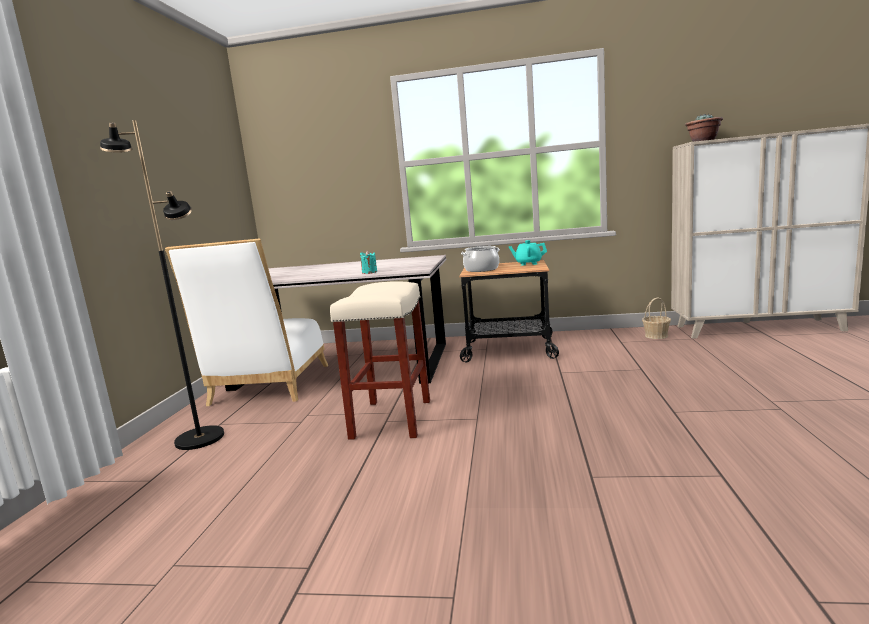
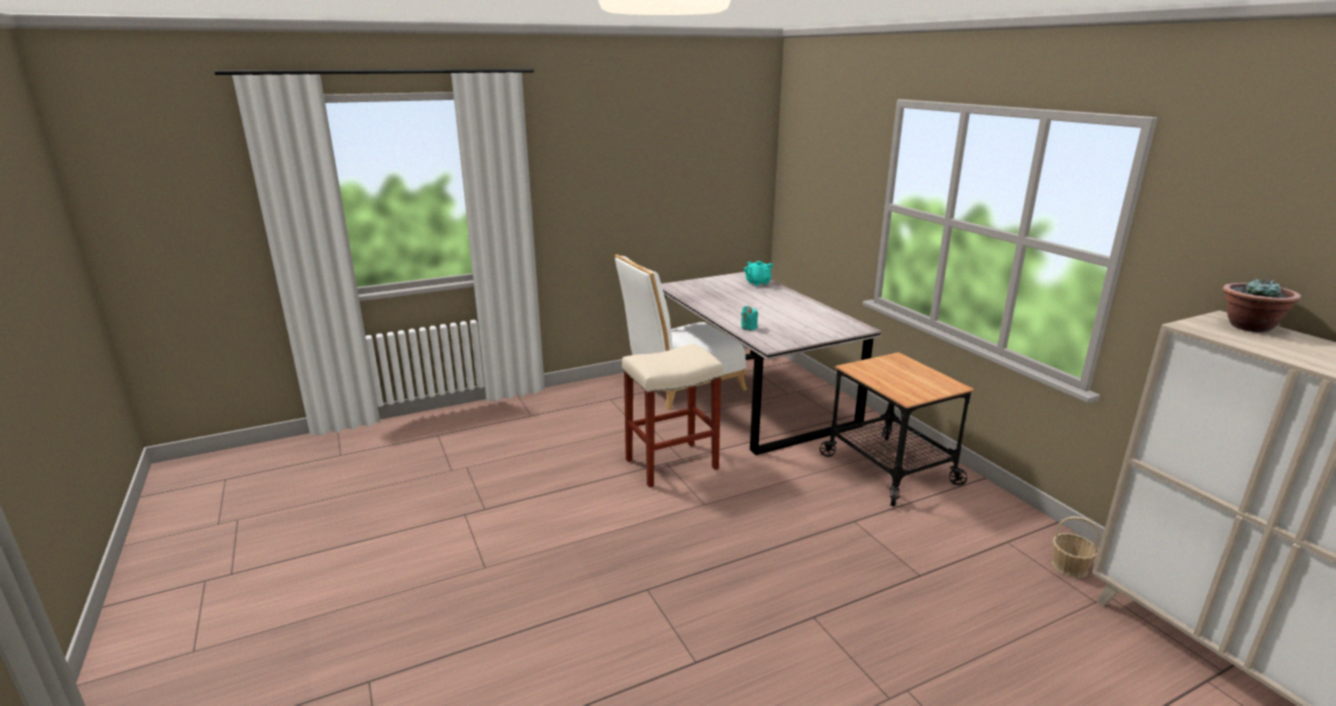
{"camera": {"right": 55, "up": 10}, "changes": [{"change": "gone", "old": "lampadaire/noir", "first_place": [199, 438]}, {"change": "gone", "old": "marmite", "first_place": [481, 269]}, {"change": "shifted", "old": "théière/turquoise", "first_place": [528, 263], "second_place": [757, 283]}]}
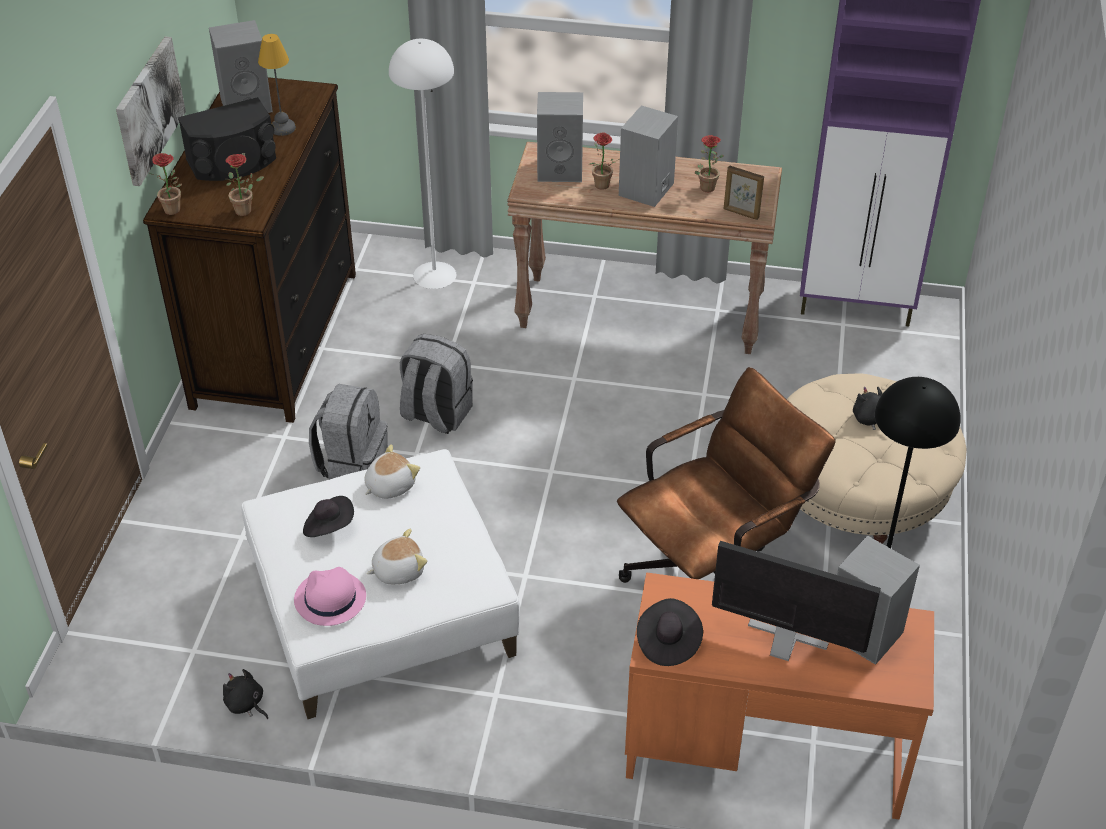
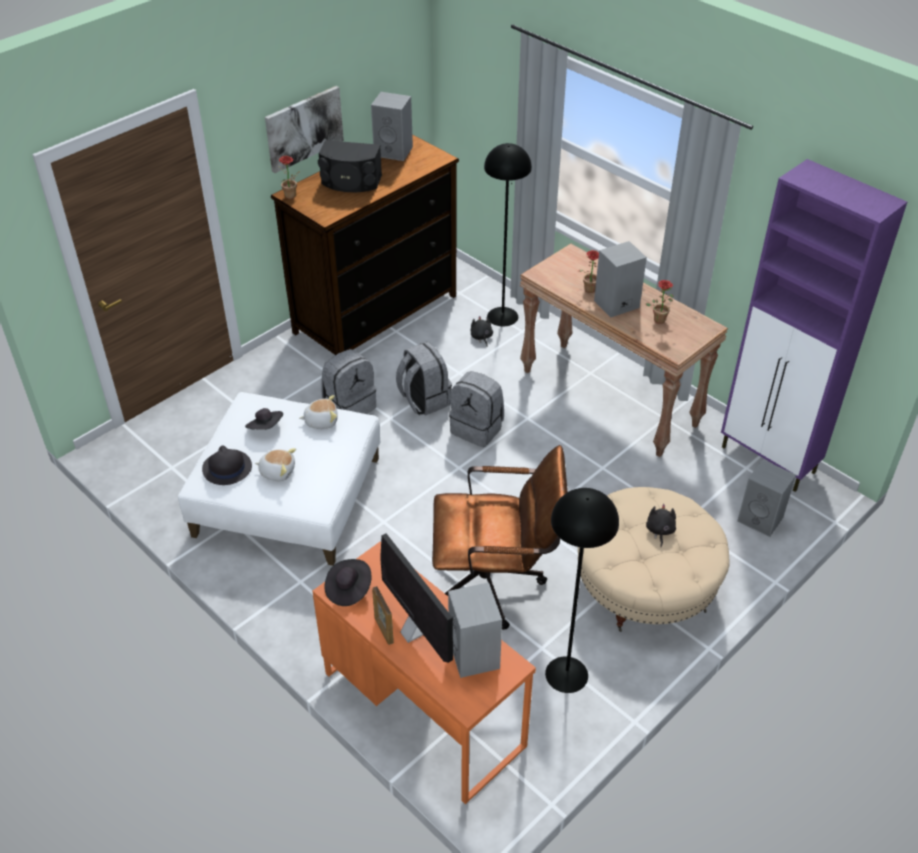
{"camera": {"right": 35, "up": 0}, "changes": [{"change": "shifted", "old": "peluche/noir", "first_place": [246, 704], "second_place": [481, 337]}, {"change": "gone", "old": "plante en pot", "first_place": [247, 210]}, {"change": "gone", "old": "lampe de table", "first_place": [282, 128]}, {"change": "repainted", "old": "chapeau/rose", "new": "chapeau/noir", "first_place": [330, 599], "second_place": [226, 468]}, {"change": "repainted", "old": "lampadaire/blanc", "new": "lampadaire/noir", "first_place": [434, 275], "second_place": [502, 316]}, {"change": "shifted", "old": "enceinte/gris", "first_place": [561, 169], "second_place": [761, 519]}, {"change": "shifted", "old": "cadre photo", "first_place": [741, 213], "second_place": [383, 630]}, {"change": "new", "new": "sac à dos/gris", "second_place": [477, 428]}]}
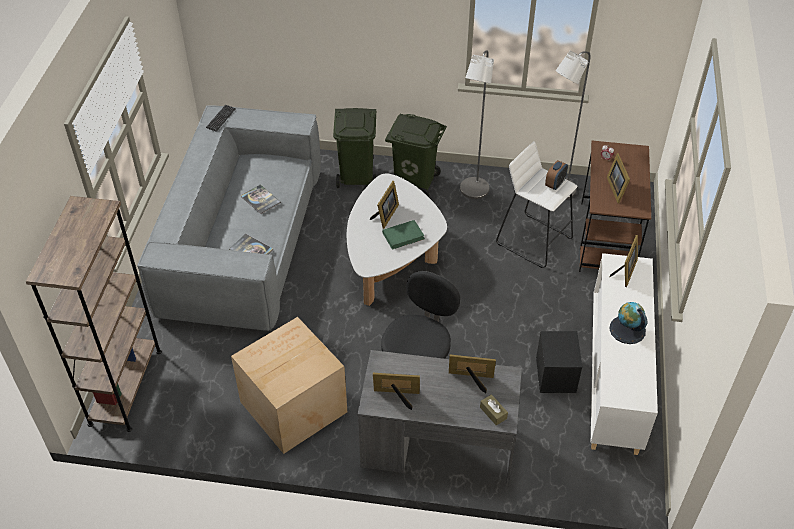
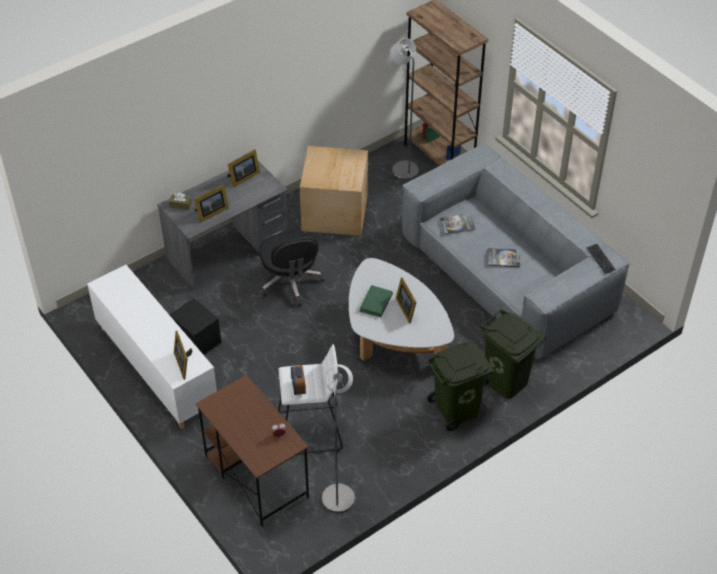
{"camera": {"right": 135, "up": 0}, "changes": [{"change": "shifted", "old": "lampadaire/gris", "first_place": [472, 192], "second_place": [402, 167]}, {"change": "gone", "old": "cadre photo", "first_place": [617, 188]}, {"change": "gone", "old": "globe", "first_place": [627, 330]}]}
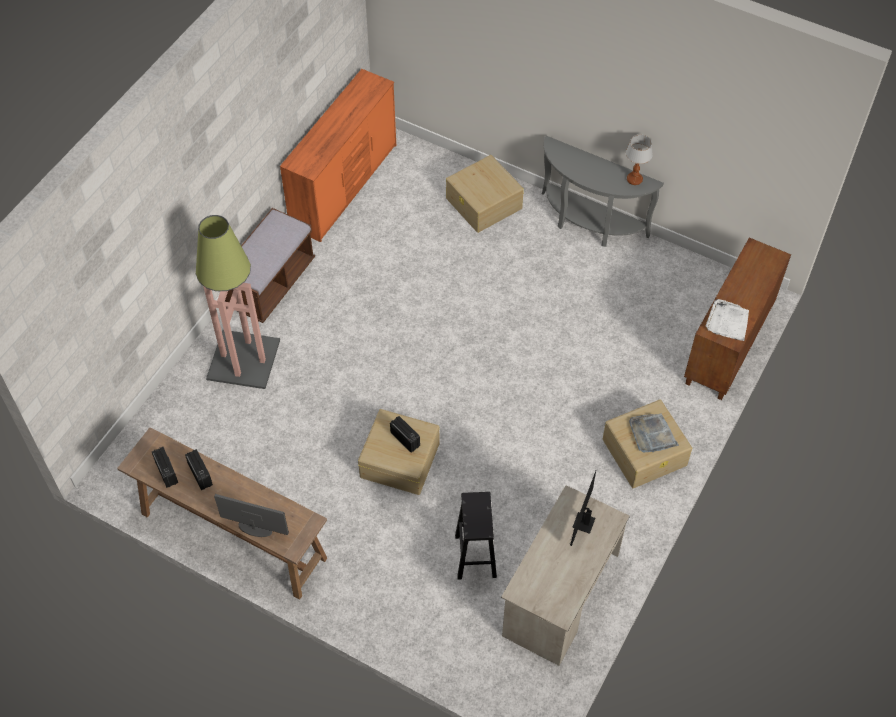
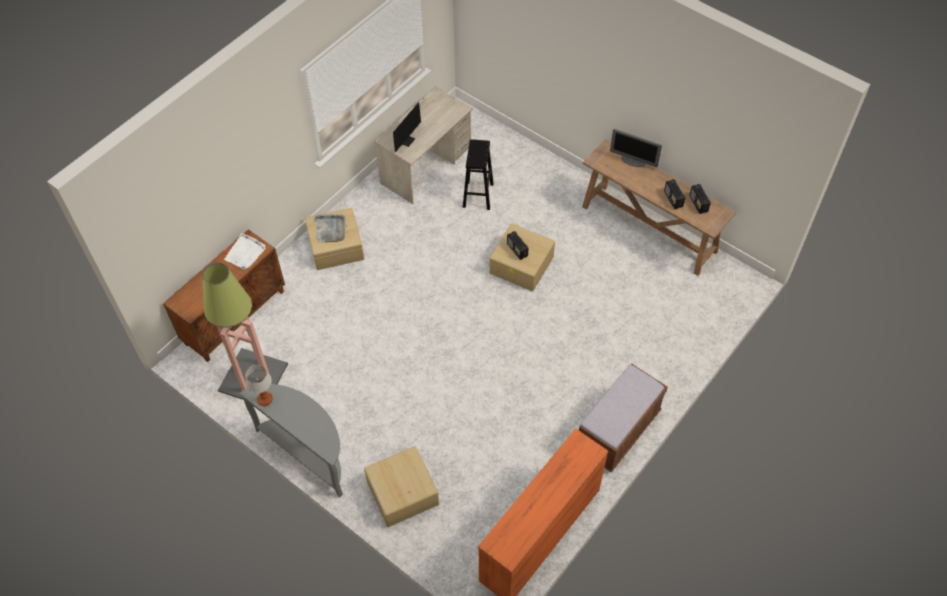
{"camera": {"right": -170, "up": 0}, "changes": [{"change": "shifted", "old": "lampadaire", "first_place": [243, 359], "second_place": [253, 378]}]}
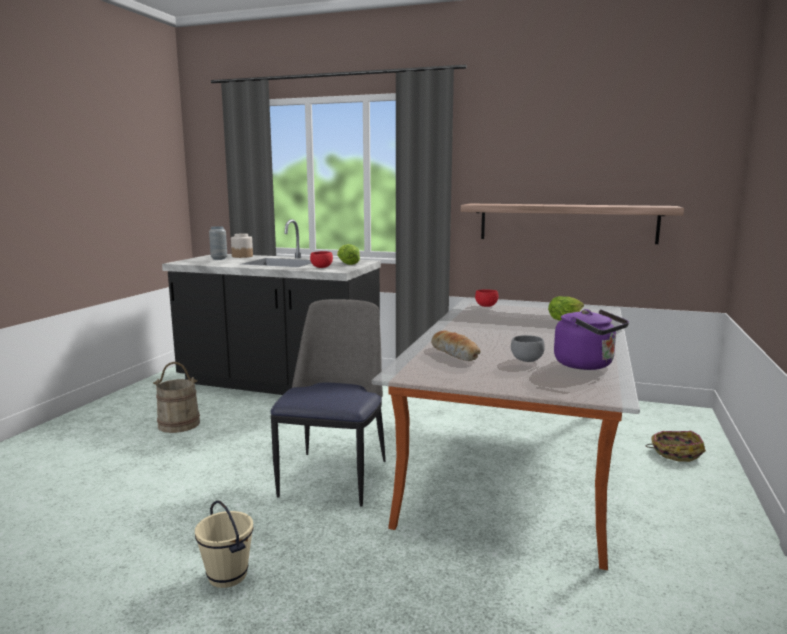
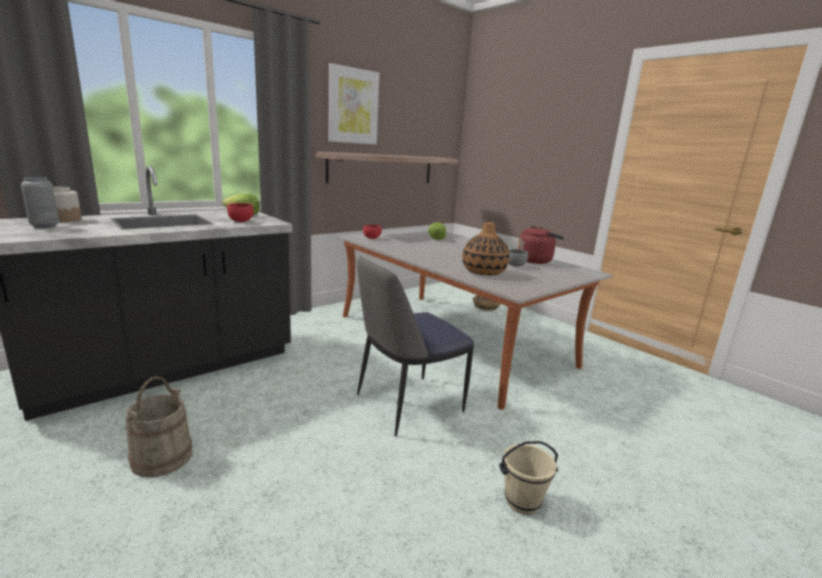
{"camera": {"right": -60, "up": 5}, "changes": [{"change": "rotated", "old": "chaise", "first_place": [334, 476], "second_place": [406, 404], "degrees": -75}, {"change": "swapped", "old": "pain", "new": "vase", "first_place": [456, 354], "second_place": [484, 272]}, {"change": "repainted", "old": "bouilloire/violet", "new": "bouilloire/rouge", "first_place": [587, 365], "second_place": [536, 261]}, {"change": "new", "new": "tableau", "second_place": [353, 106]}]}
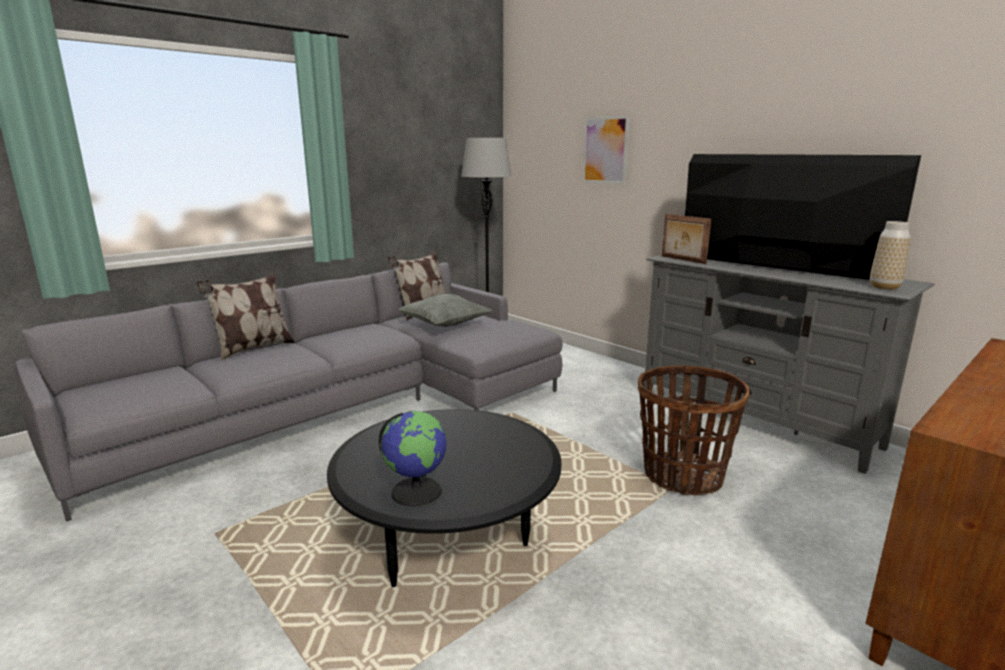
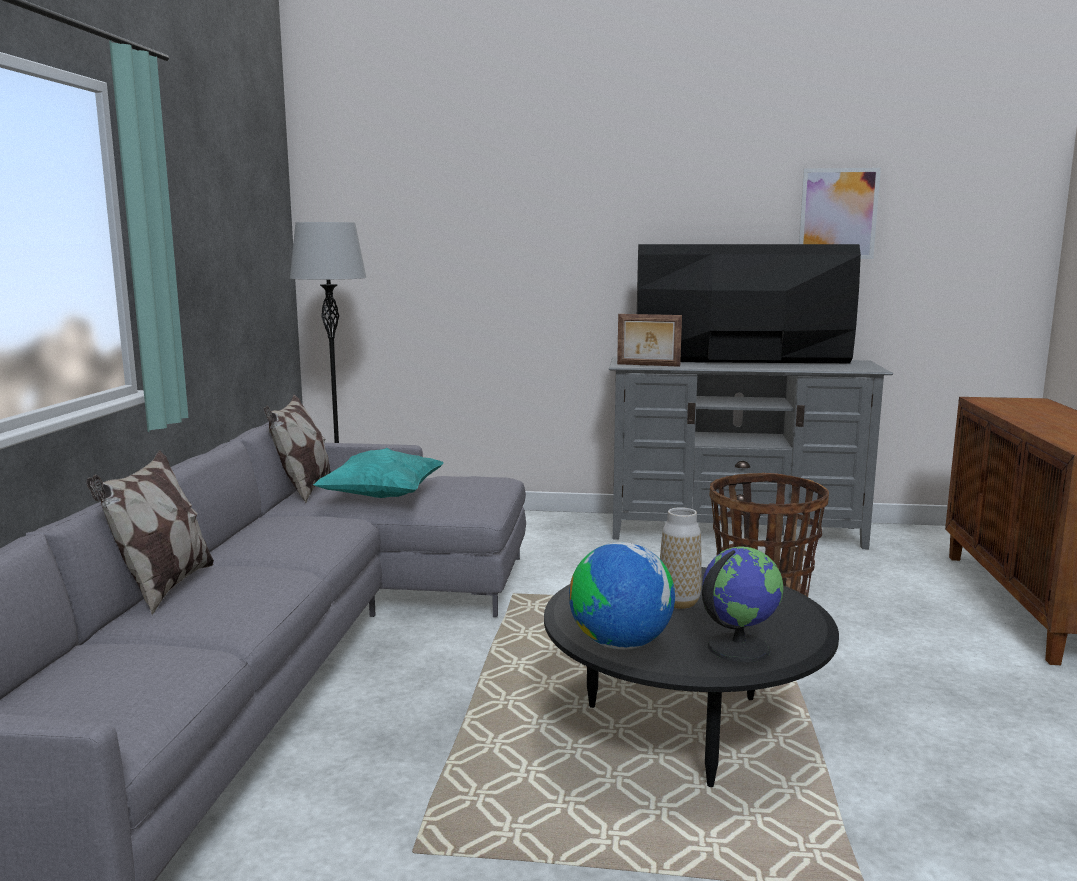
{"camera": {"right": -40, "up": -5}, "changes": [{"change": "repainted", "old": "coussin/gris", "new": "coussin/turquoise", "first_place": [445, 325], "second_place": [382, 497]}, {"change": "shifted", "old": "tableau", "first_place": [605, 150], "second_place": [838, 214]}, {"change": "shifted", "old": "vase", "first_place": [884, 287], "second_place": [679, 603]}, {"change": "new", "new": "globe", "second_place": [620, 644]}]}
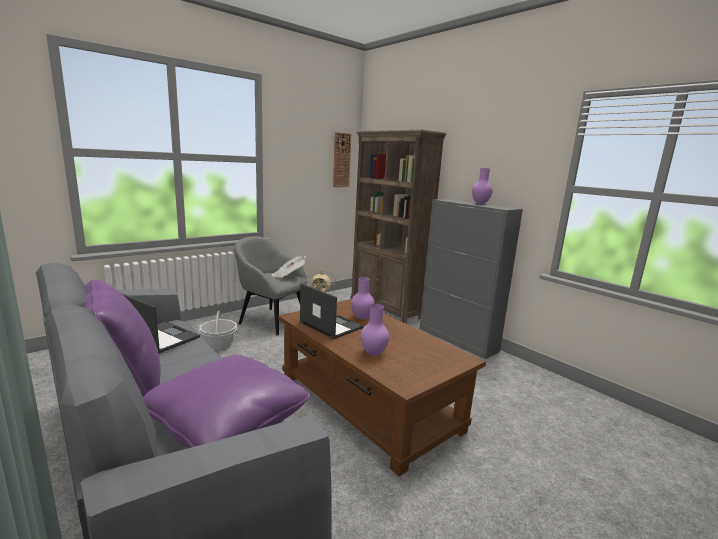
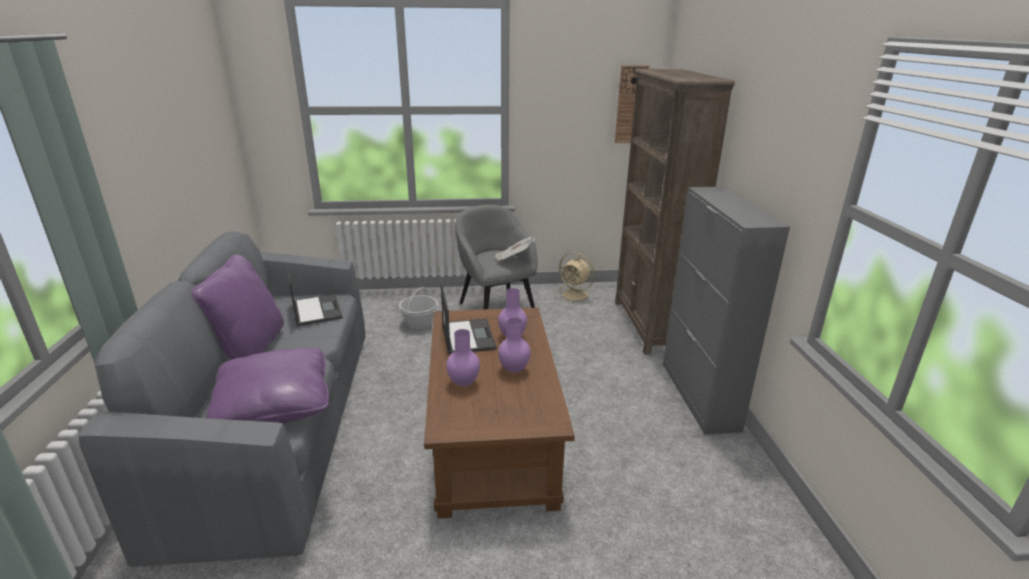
{"camera": {"right": 35, "up": 10}, "changes": [{"change": "shifted", "old": "vase/violet", "first_place": [479, 203], "second_place": [513, 369]}]}
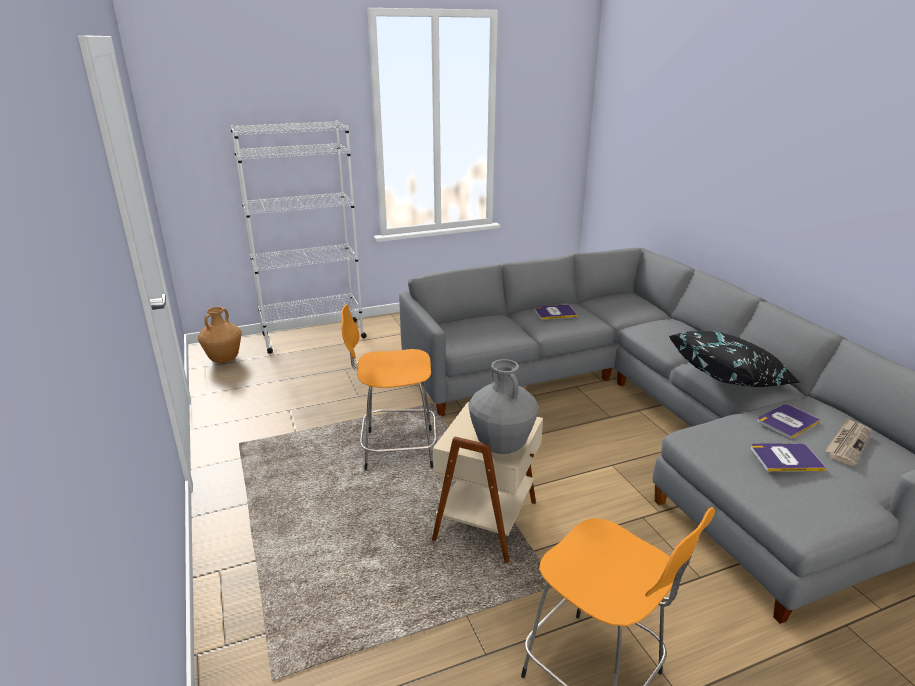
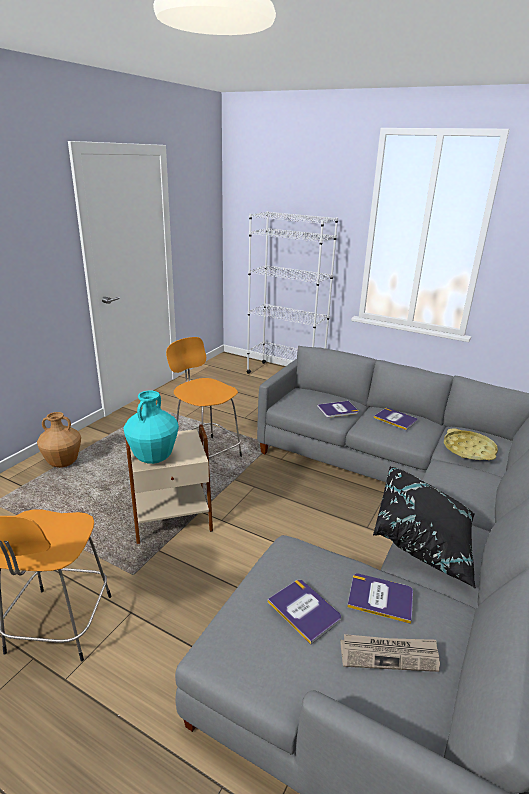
{"camera": {"right": 50, "up": 0}, "changes": [{"change": "shifted", "old": "vase/marron", "first_place": [224, 359], "second_place": [63, 463]}, {"change": "repainted", "old": "vase/gris", "new": "vase/turquoise", "first_place": [502, 446], "second_place": [153, 458]}, {"change": "new", "new": "livre", "second_place": [338, 410]}, {"change": "new", "new": "plateau/jaune", "second_place": [468, 449]}]}
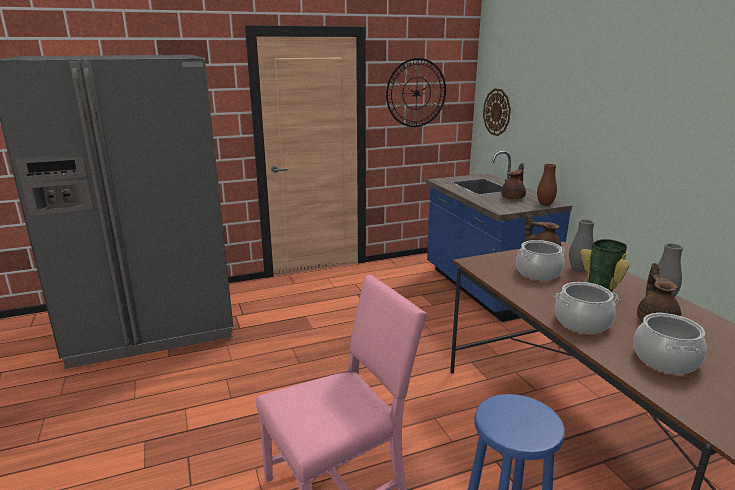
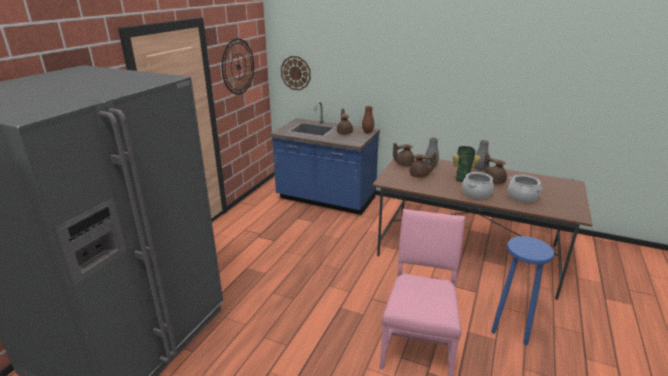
{"camera": {"right": -45, "up": 5}, "changes": [{"change": "swapped", "old": "marmite", "new": "théière/marron", "first_place": [538, 273], "second_place": [420, 176]}]}
